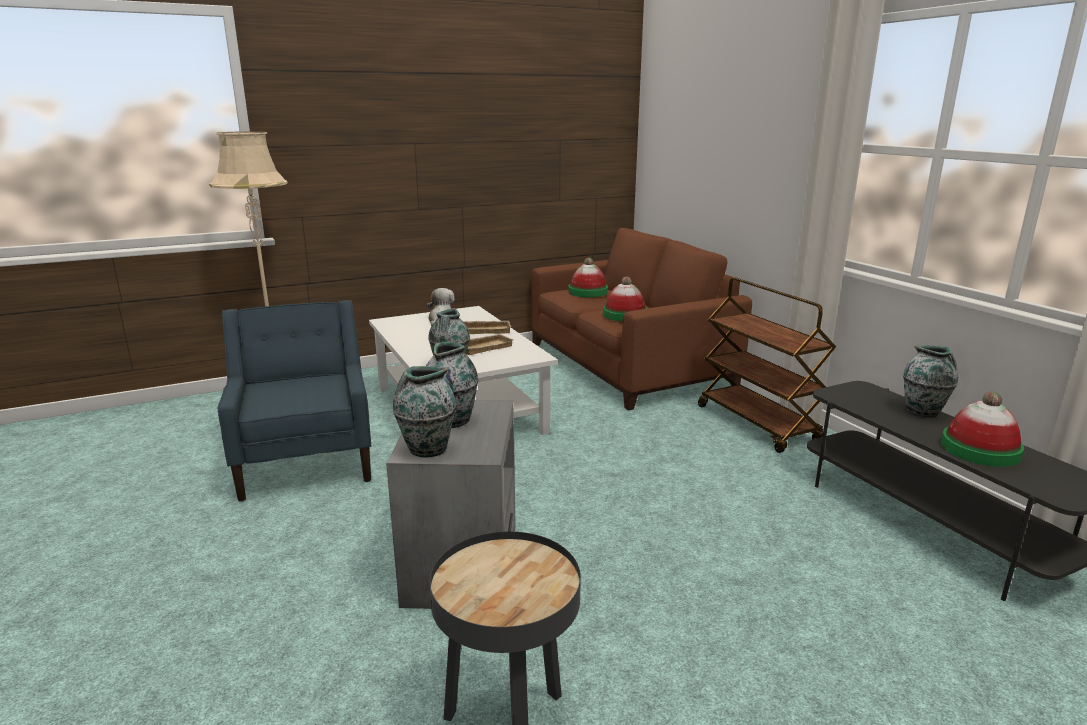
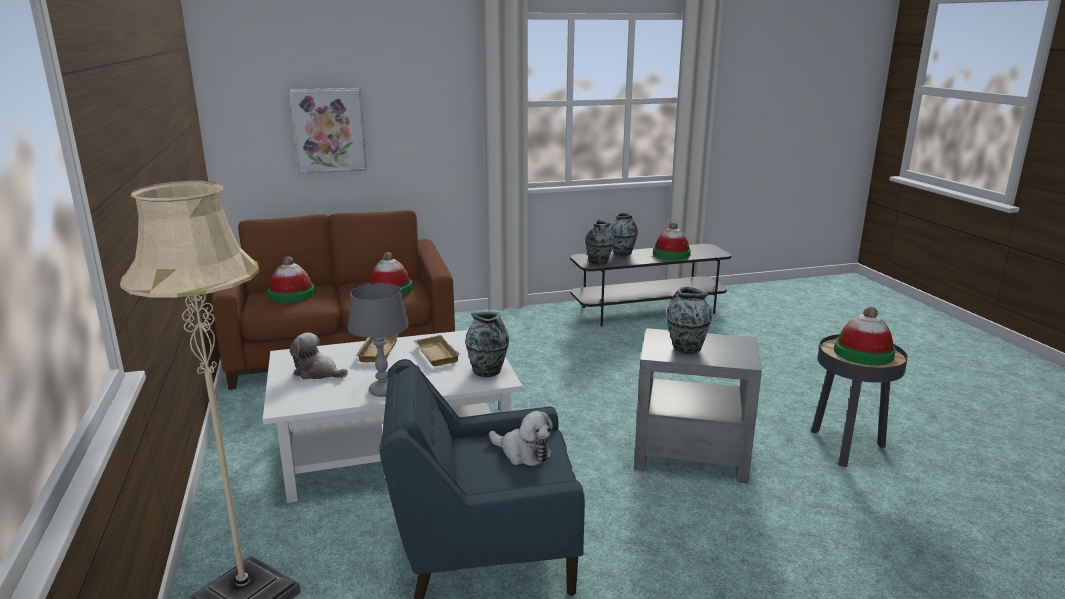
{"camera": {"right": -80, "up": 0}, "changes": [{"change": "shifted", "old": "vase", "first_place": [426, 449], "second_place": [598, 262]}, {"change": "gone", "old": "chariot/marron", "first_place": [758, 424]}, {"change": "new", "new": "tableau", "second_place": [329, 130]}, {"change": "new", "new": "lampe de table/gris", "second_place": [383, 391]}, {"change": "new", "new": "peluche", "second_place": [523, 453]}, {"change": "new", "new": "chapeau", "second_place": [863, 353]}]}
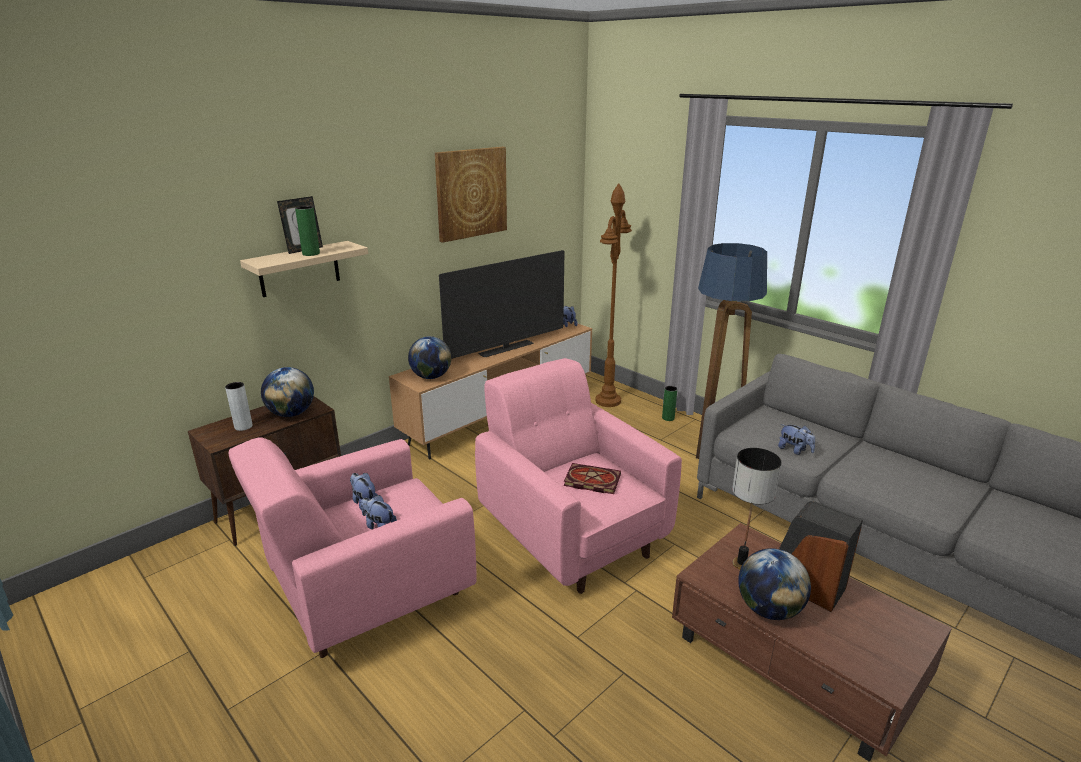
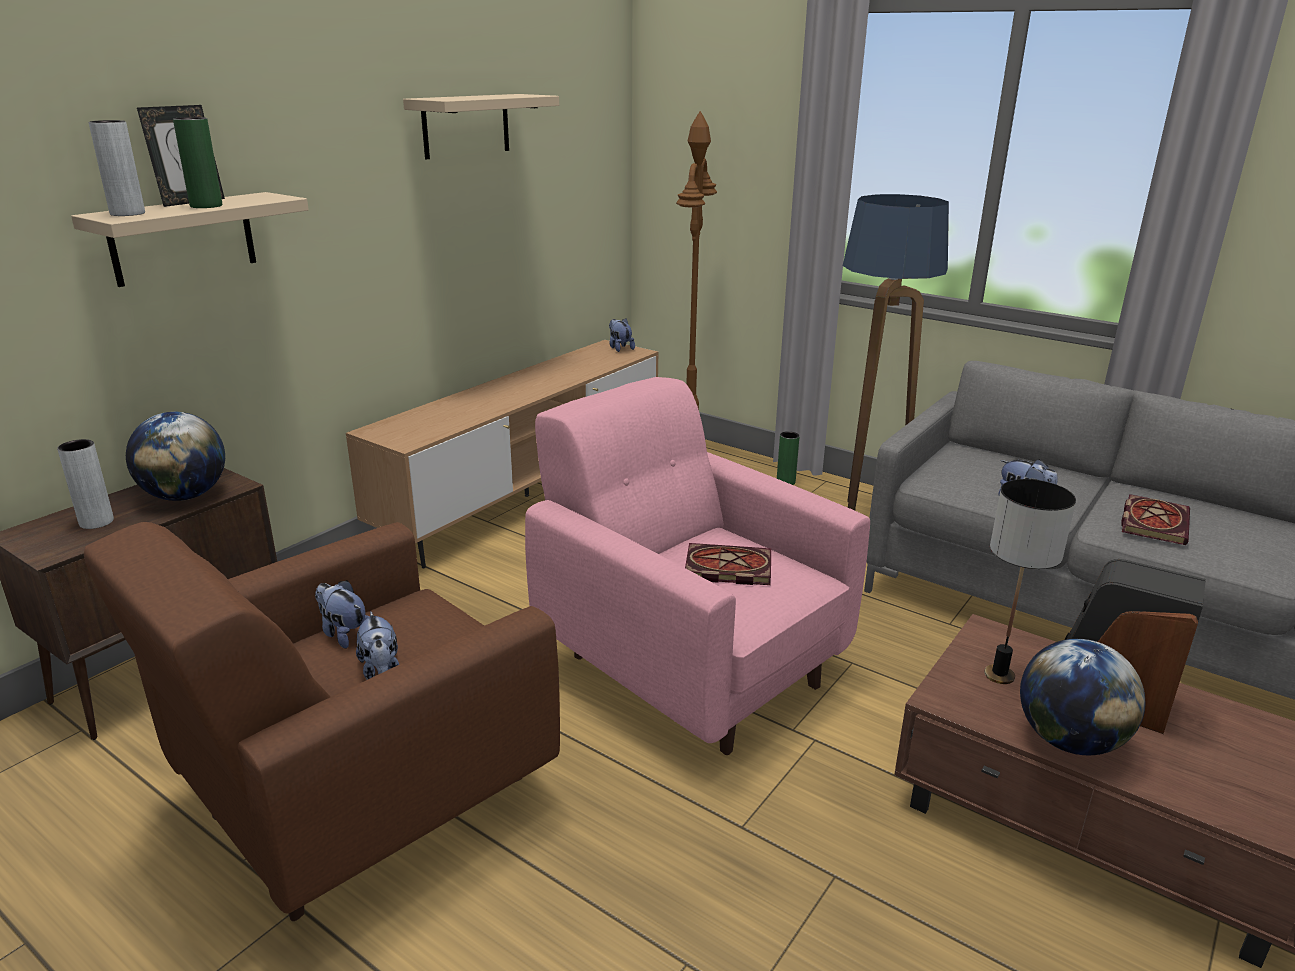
{"camera": {"right": -10, "up": 0}, "changes": [{"change": "repainted", "old": "fauteuil/rose", "new": "fauteuil/marron", "first_place": [367, 596], "second_place": [360, 801]}, {"change": "rotated", "old": "peluche", "first_place": [379, 526], "second_place": [381, 672], "degrees": -135}, {"change": "gone", "old": "globe", "first_place": [431, 377]}, {"change": "swapped", "old": "tableau", "new": "étagère/beige", "first_place": [471, 193], "second_place": [466, 125]}, {"change": "gone", "old": "téléviseur", "first_place": [506, 349]}, {"change": "new", "new": "vase/gris", "second_place": [127, 213]}, {"change": "new", "new": "livre", "second_place": [1153, 522]}]}
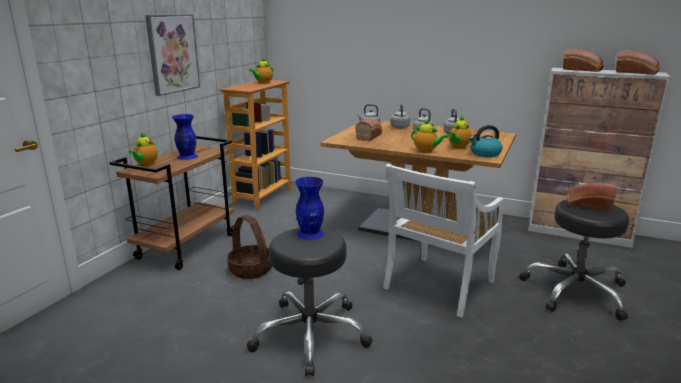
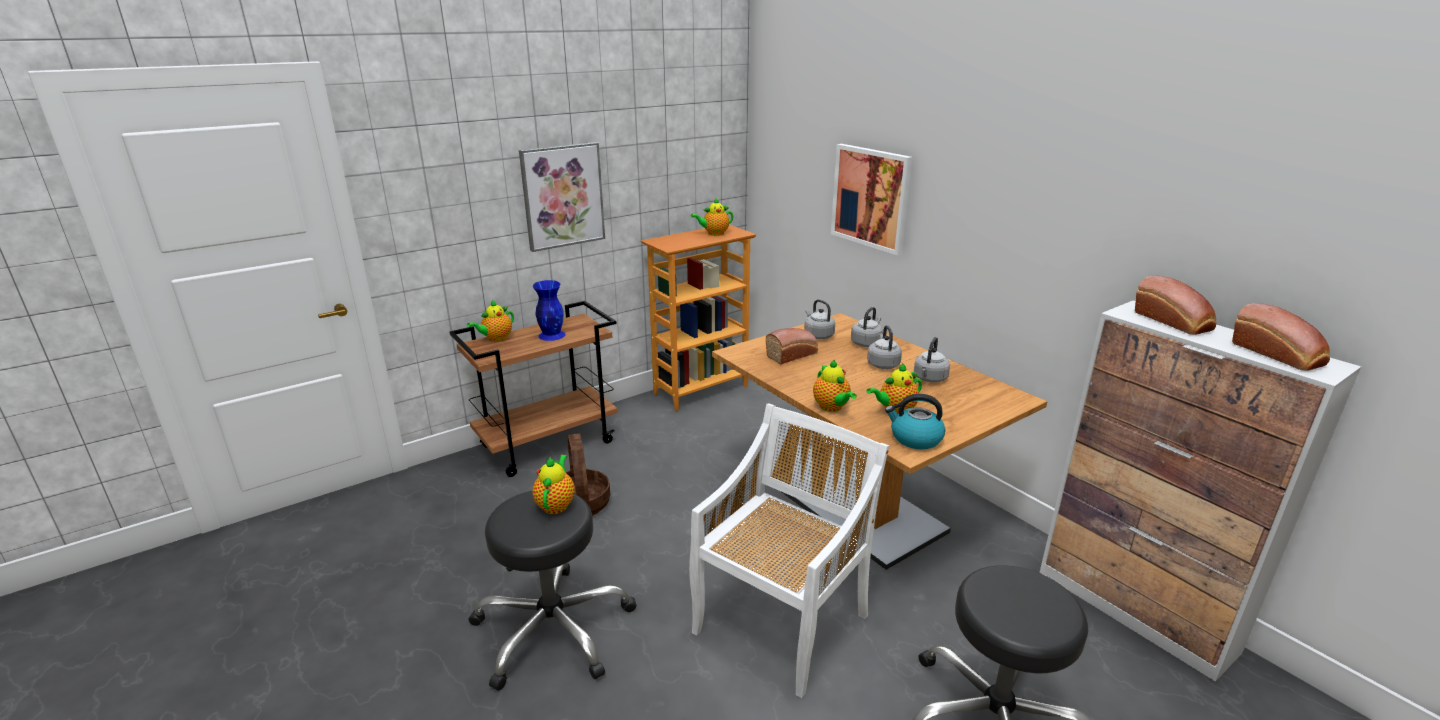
{"camera": {"right": 30, "up": 5}, "changes": [{"change": "swapped", "old": "vase/bleu", "new": "théière", "first_place": [310, 233], "second_place": [556, 504]}, {"change": "rotated", "old": "chaise/blanc", "first_place": [438, 286], "second_place": [782, 621], "degrees": 150}, {"change": "gone", "old": "pain", "first_place": [588, 205]}, {"change": "new", "new": "tableau", "second_place": [871, 197]}]}
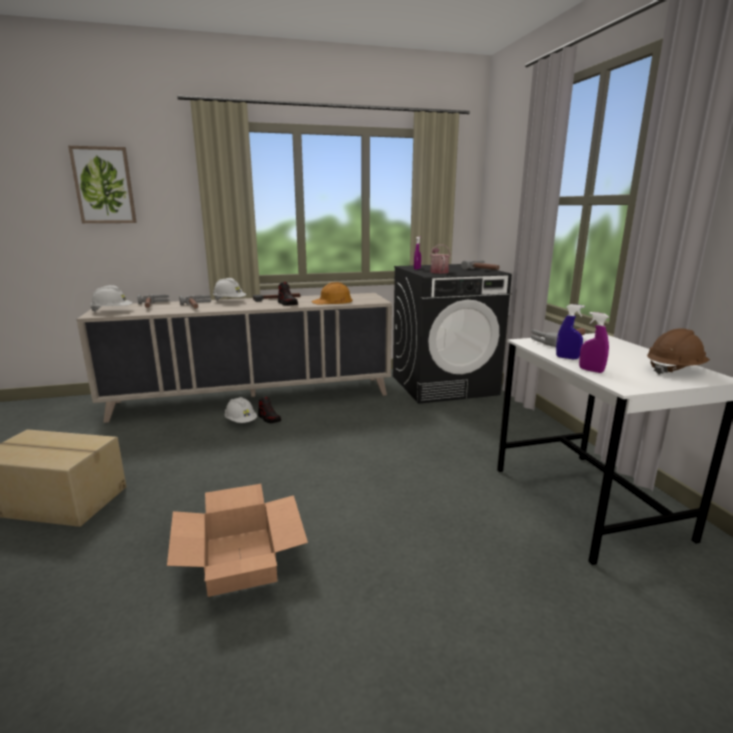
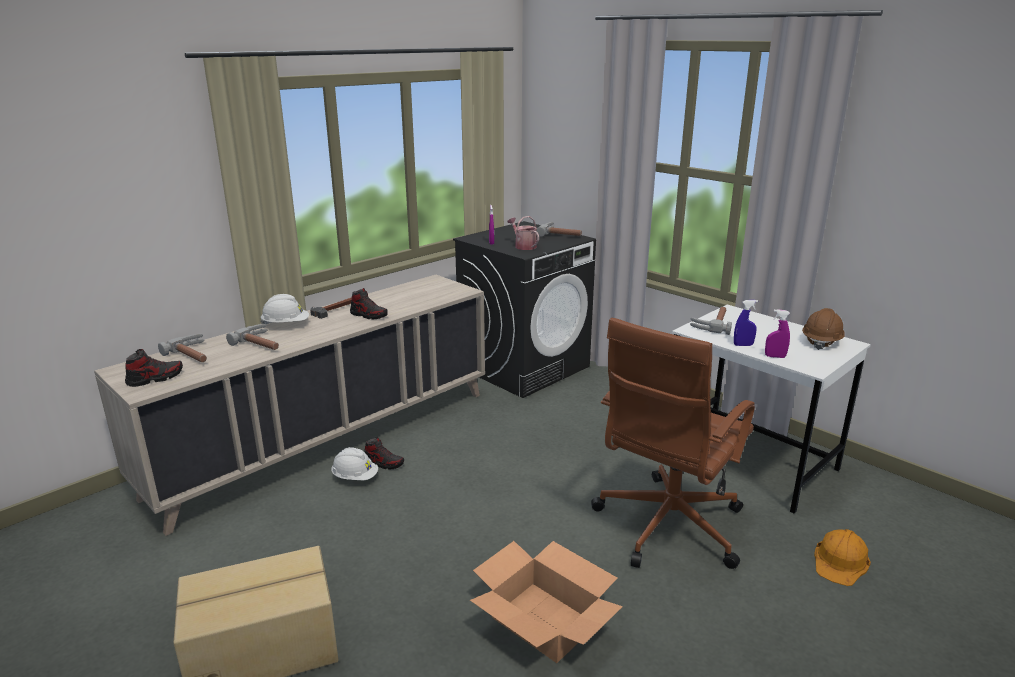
{"camera": {"right": -30, "up": 5}, "changes": [{"change": "gone", "old": "tableau", "first_place": [104, 185]}, {"change": "swapped", "old": "casque de chantier/blanc", "new": "chaussure", "first_place": [112, 311], "second_place": [155, 378]}, {"change": "shifted", "old": "casque de chantier/orange", "first_place": [332, 301], "second_place": [840, 561]}, {"change": "new", "new": "chaise de bureau/marron", "second_place": [666, 527]}]}
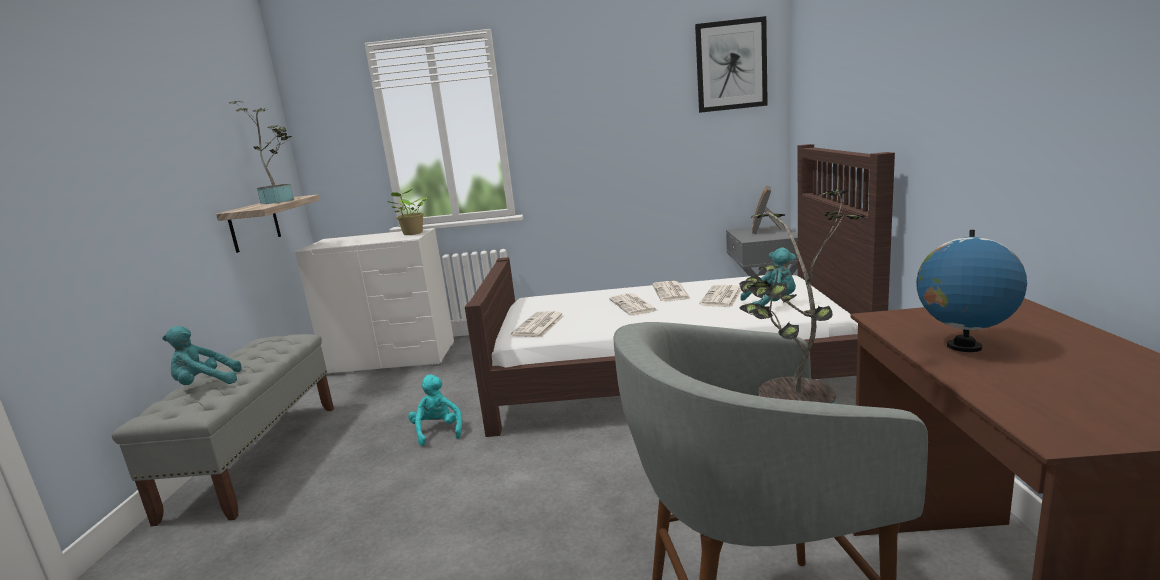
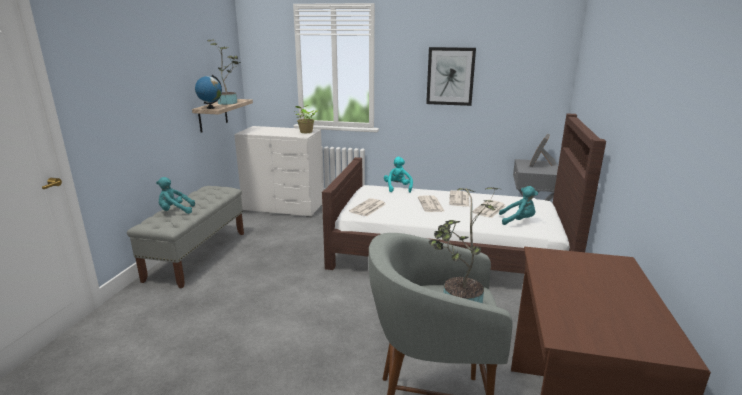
{"camera": {"right": 10, "up": 5}, "changes": [{"change": "shifted", "old": "peluche/turquoise", "first_place": [438, 431], "second_place": [397, 188]}, {"change": "shifted", "old": "tableau", "first_place": [731, 65], "second_place": [450, 76]}, {"change": "shifted", "old": "globe", "first_place": [963, 347], "second_place": [210, 108]}]}
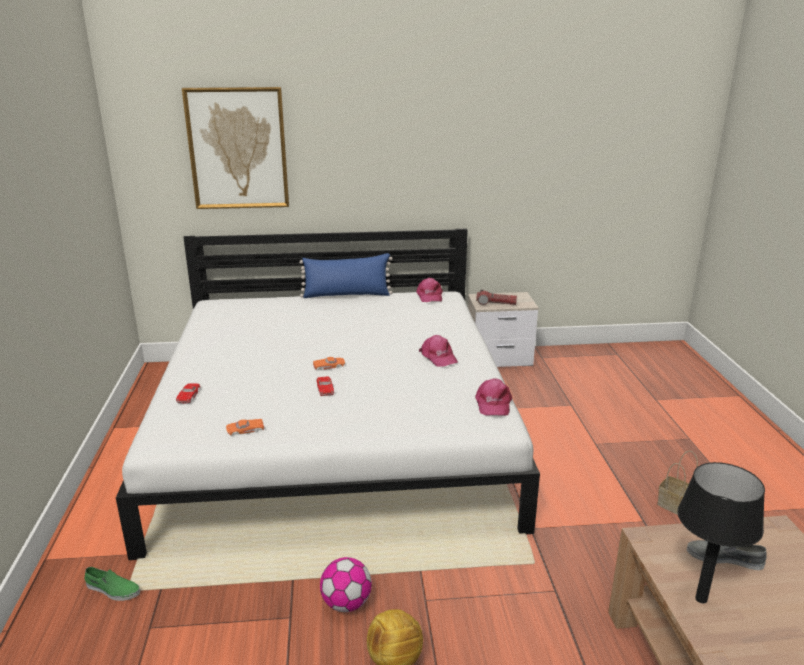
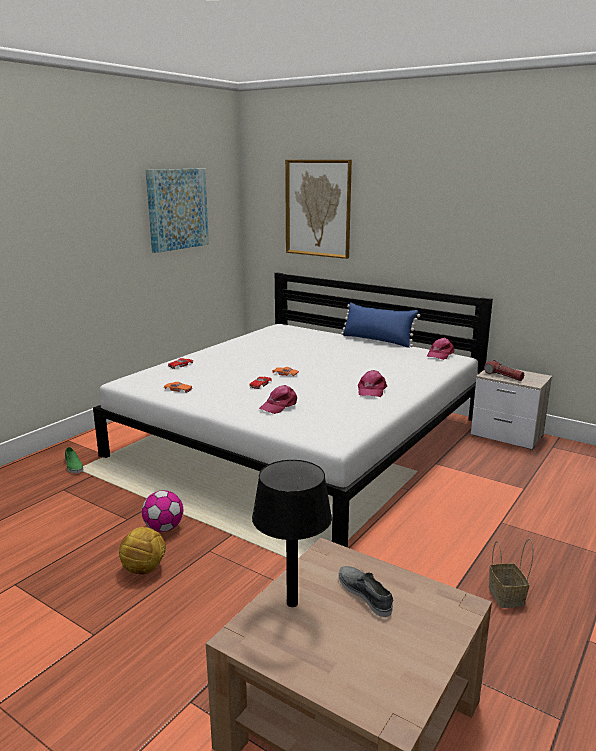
{"camera": {"right": 40, "up": -5}, "changes": [{"change": "shifted", "old": "casquette/rose", "first_place": [493, 404], "second_place": [279, 405]}, {"change": "new", "new": "tableau", "second_place": [177, 209]}]}
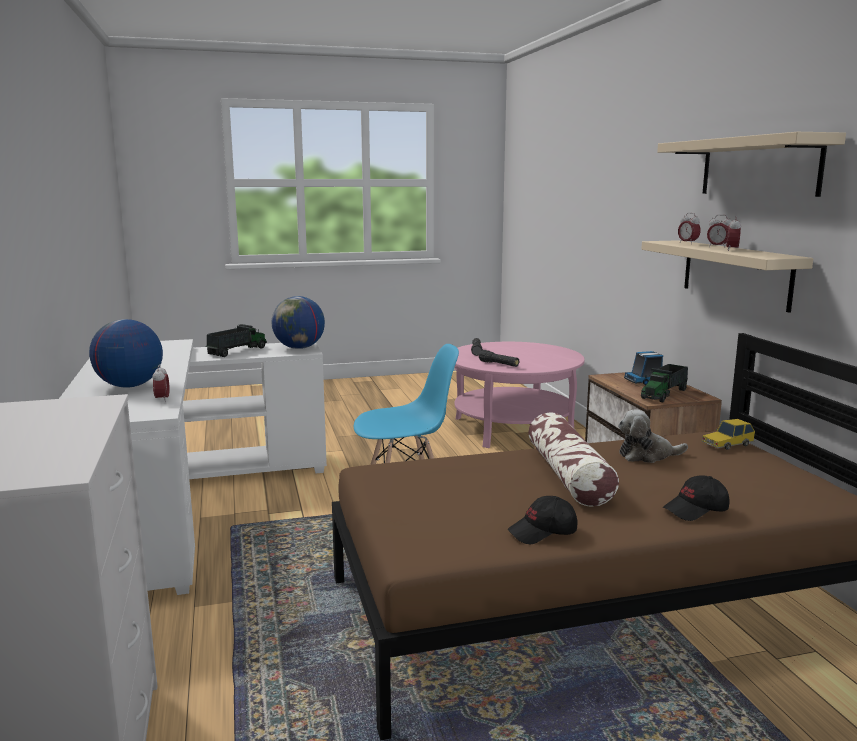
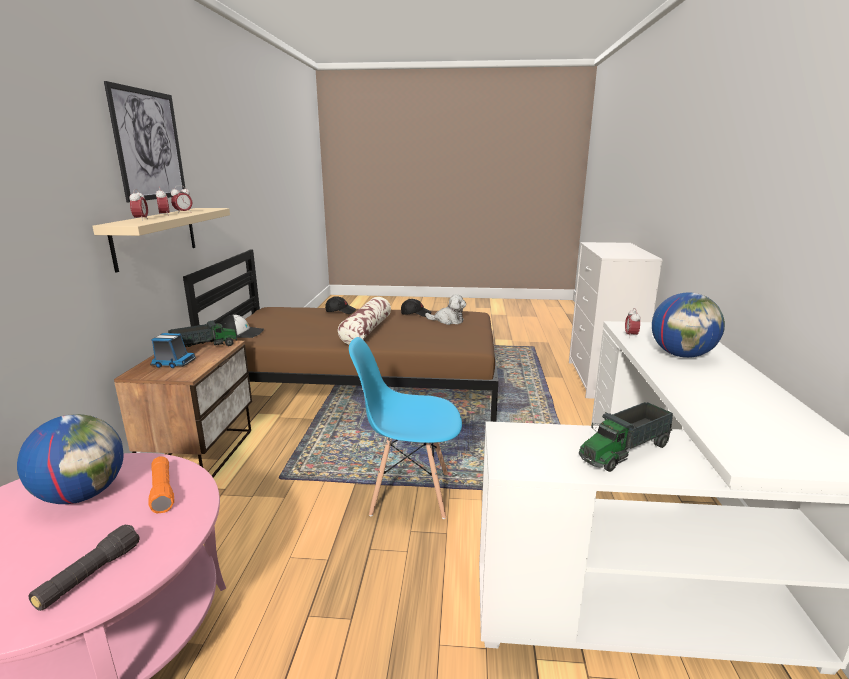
{"camera": {"right": -160, "up": 5}, "changes": [{"change": "shifted", "old": "globe", "first_place": [299, 348], "second_place": [82, 494]}, {"change": "repainted", "old": "lampe de poche/noir", "new": "lampe de poche/orange", "first_place": [499, 364], "second_place": [162, 491]}, {"change": "shifted", "old": "peluche", "first_place": [647, 455], "second_place": [448, 321]}, {"change": "swapped", "old": "étagère/beige", "new": "tableau", "first_place": [758, 167], "second_place": [149, 145]}, {"change": "swapped", "old": "petite voiture", "new": "casquette", "first_place": [727, 444], "second_place": [242, 333]}]}
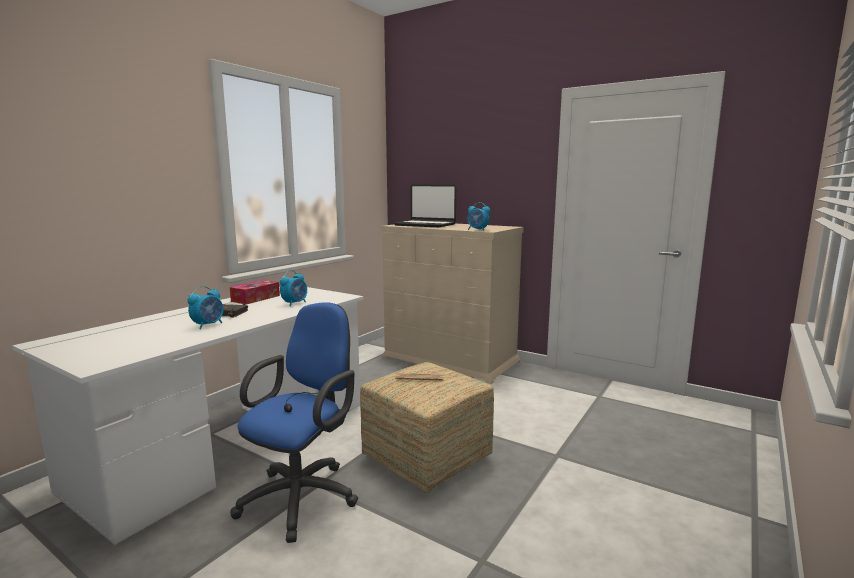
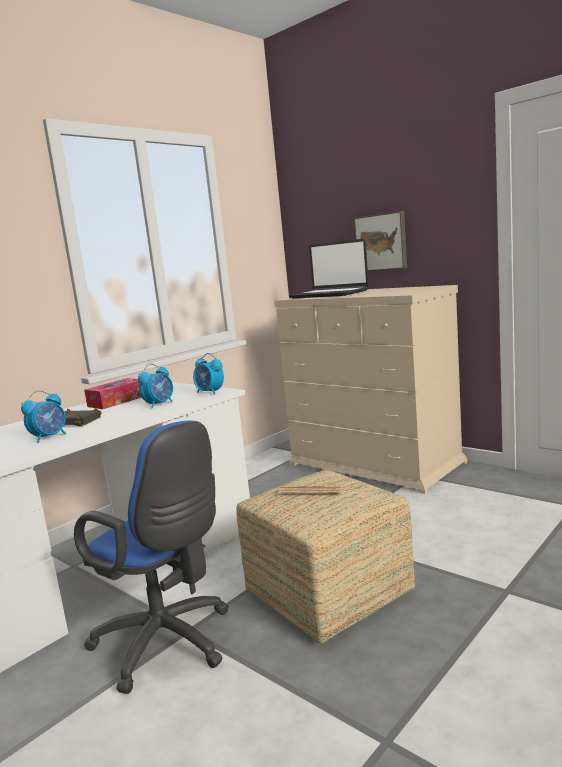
{"camera": {"right": 10, "up": 0}, "changes": [{"change": "rotated", "old": "chaise de bureau/bleu", "first_place": [303, 495], "second_place": [169, 644], "degrees": 90}, {"change": "shifted", "old": "réveil", "first_place": [477, 230], "second_place": [210, 392]}, {"change": "new", "new": "tableau", "second_place": [381, 242]}]}
